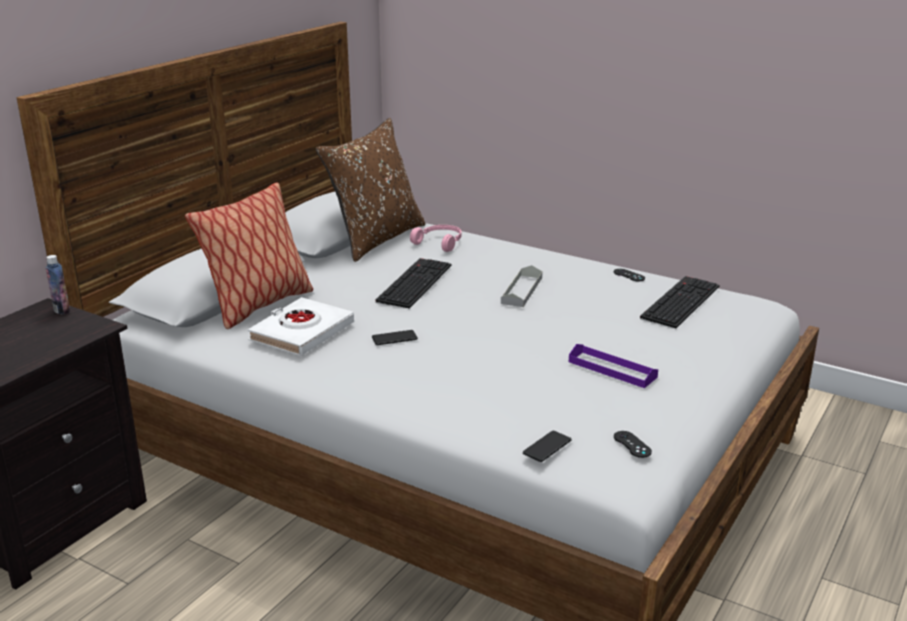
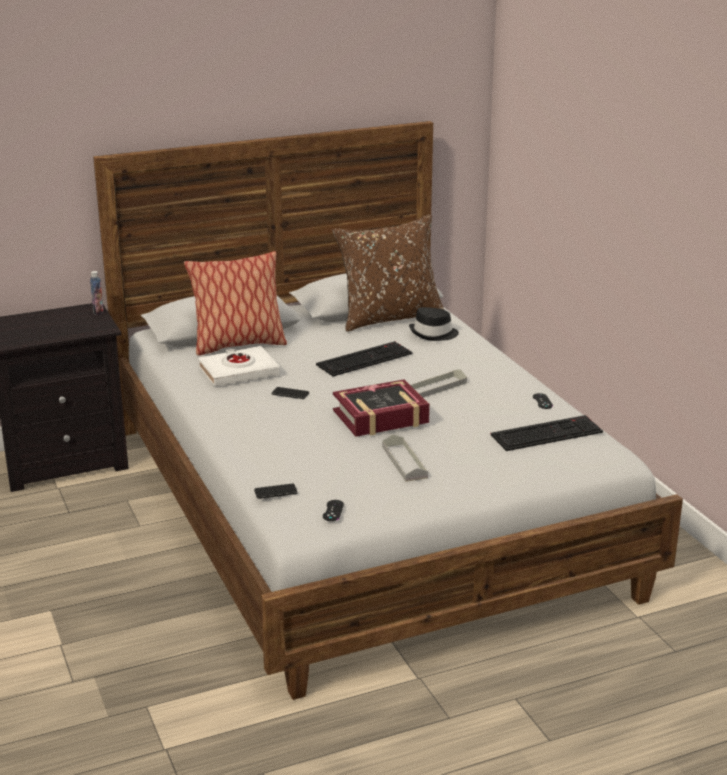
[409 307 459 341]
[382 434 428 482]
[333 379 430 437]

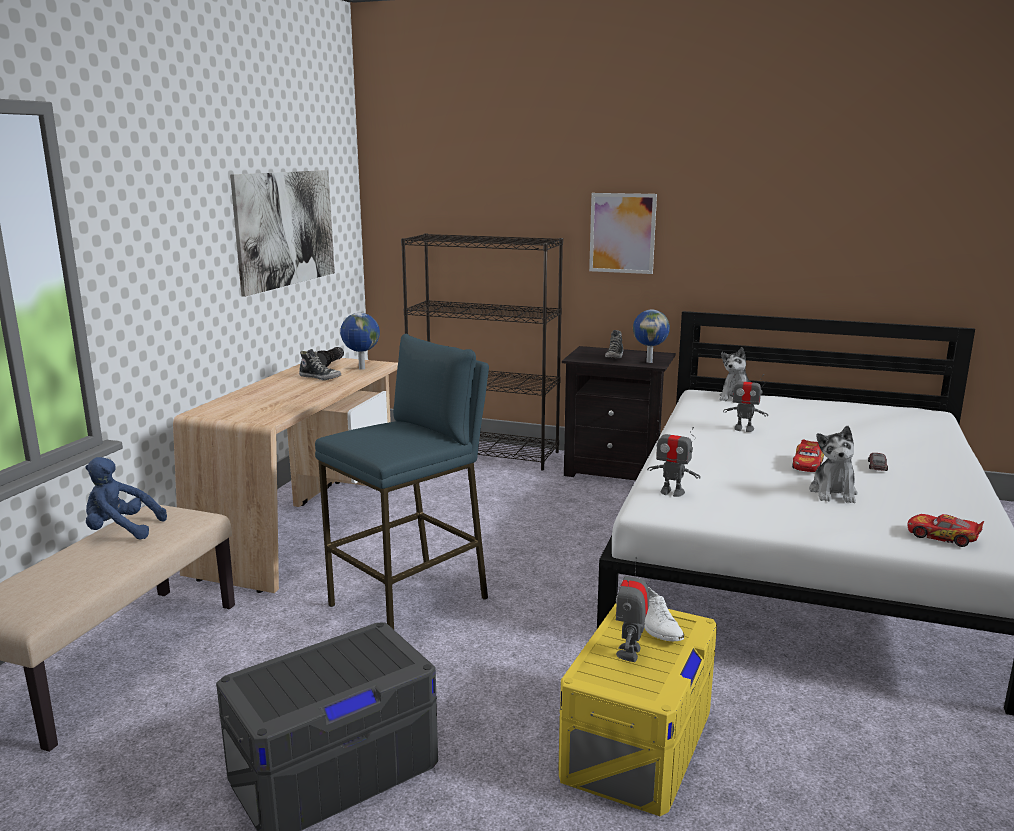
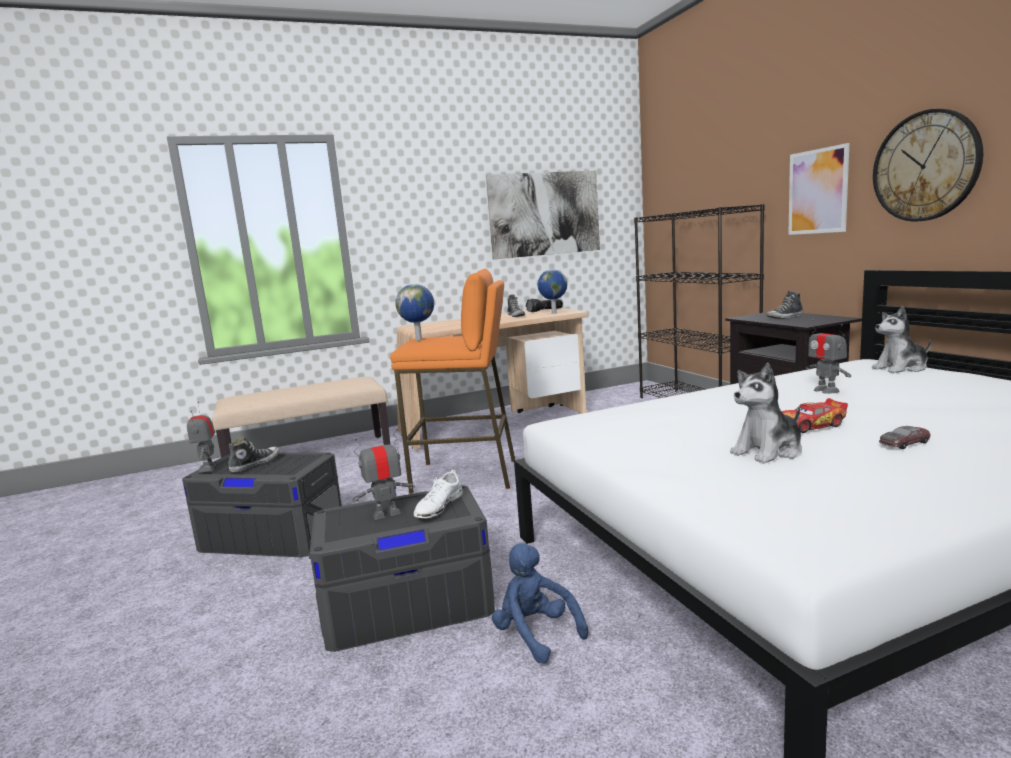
[492 543 588 664]
[390 269 515 494]
[309 485 495 652]
[395 284 434 341]
[187 402 216 472]
[908 514 984 547] (first image)
[229 436 279 472]
[873 109 983 221]

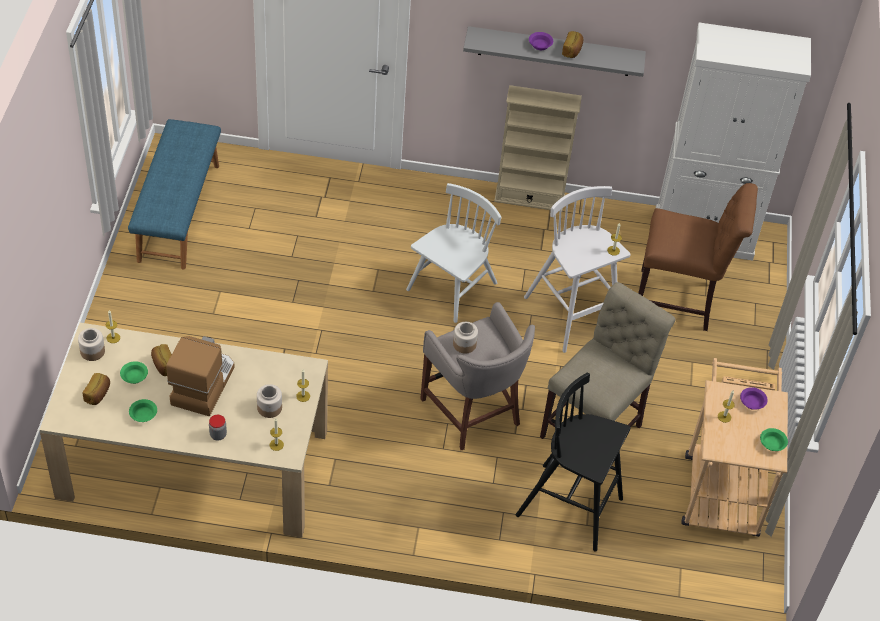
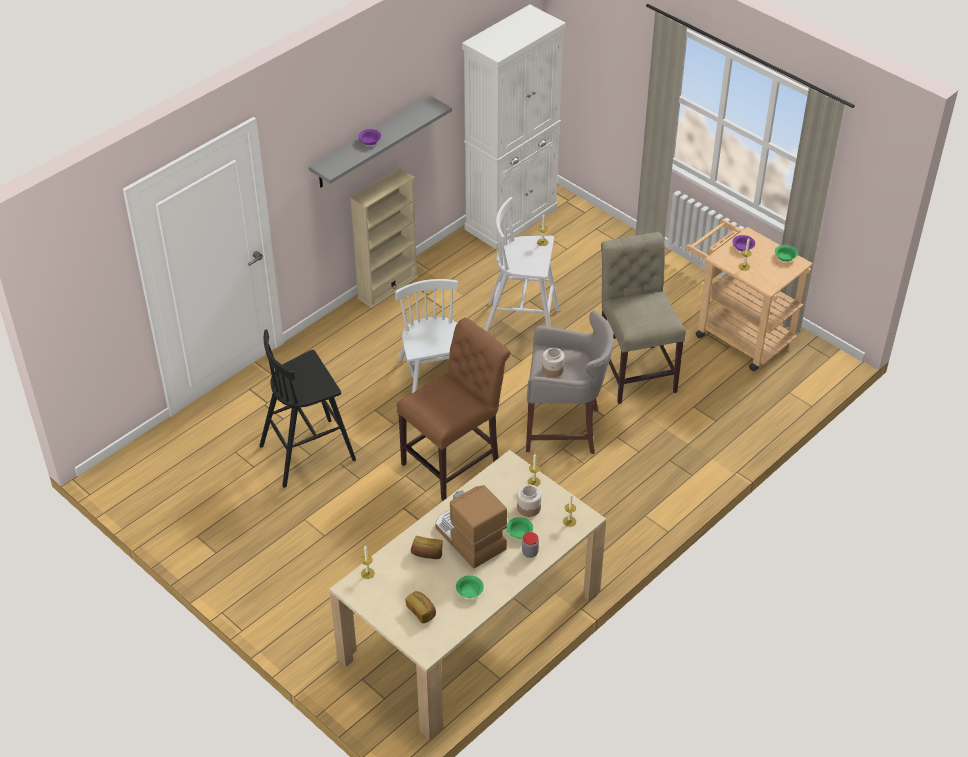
[78 328 105 361] (first image)
[506 517 533 539]
[128 119 221 270] (first image)
[259 329 356 488]
[562 31 583 58] (first image)
[397 318 510 501]

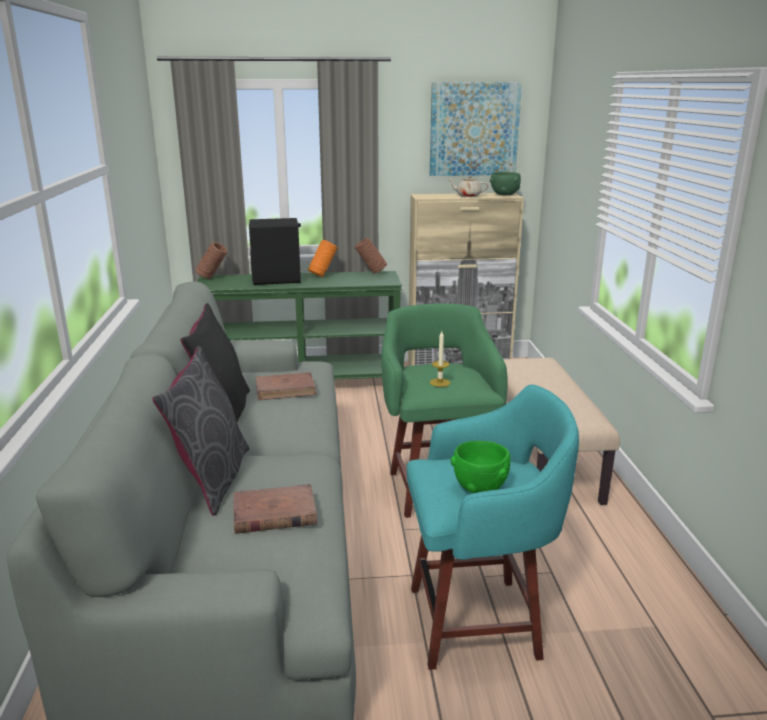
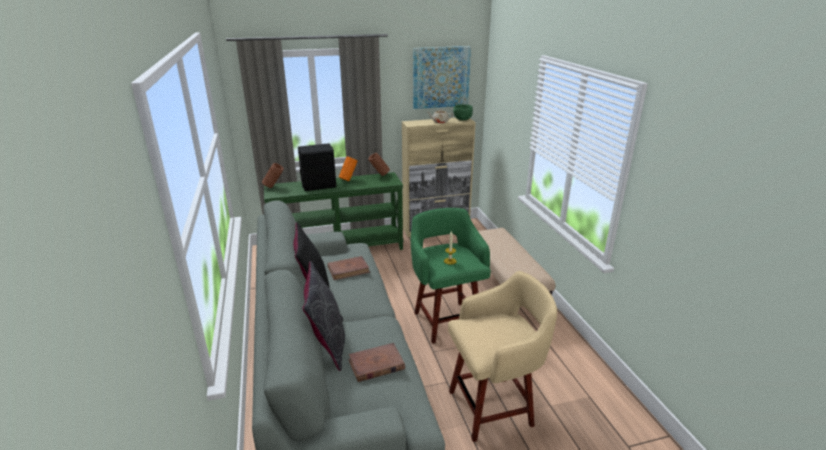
[448 271 557 442]
[451 441 511 493] (first image)

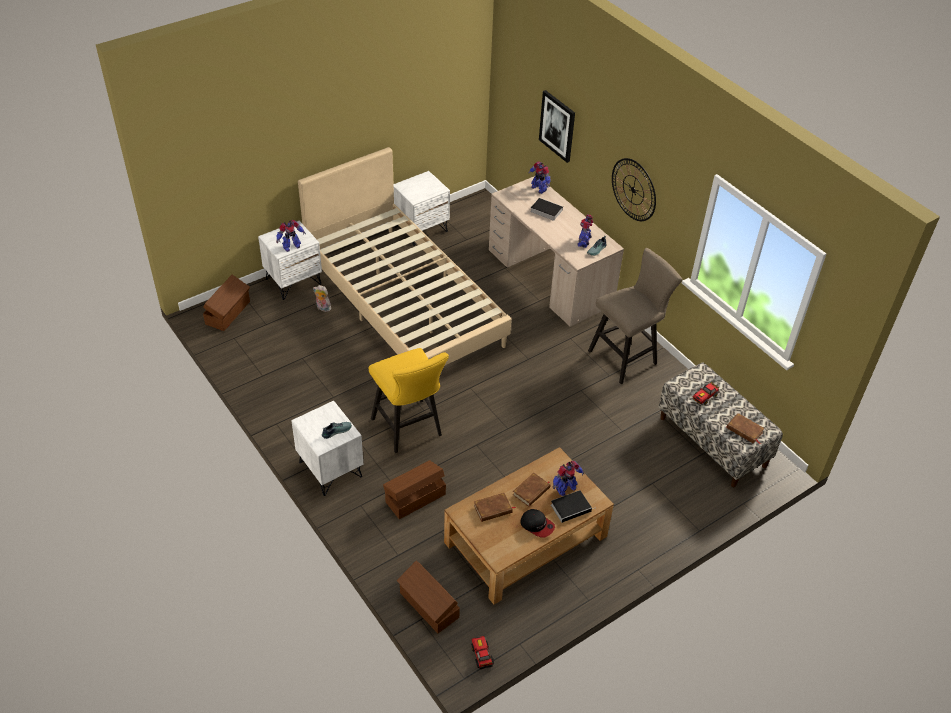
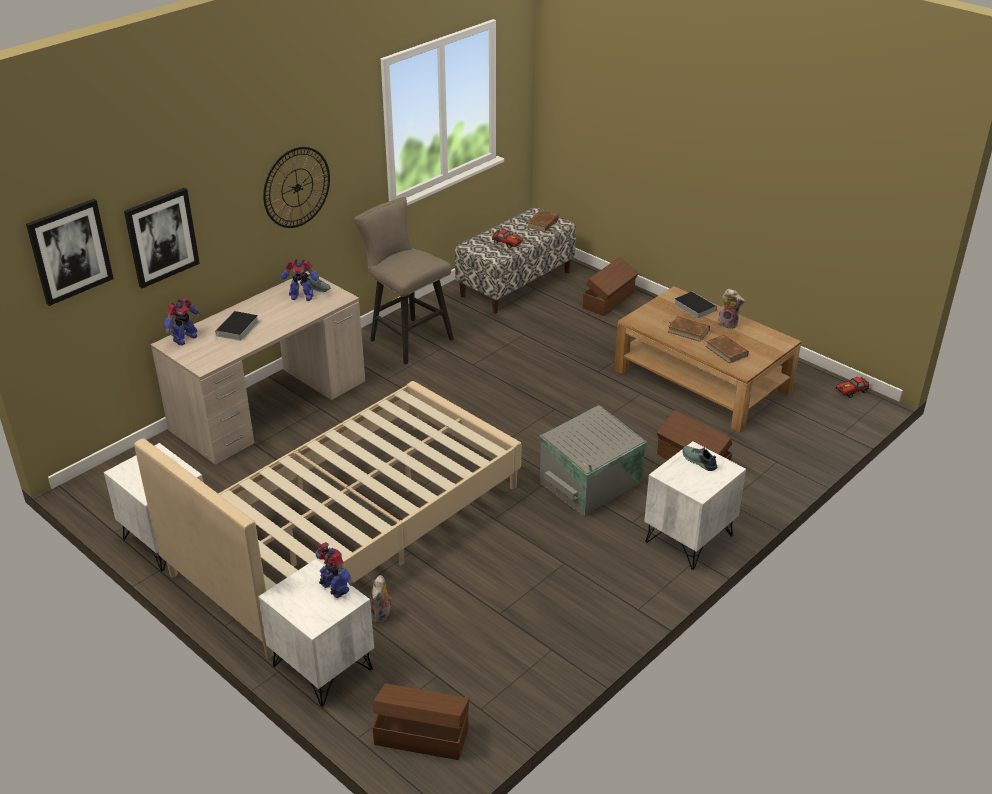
[539 405 647 517]
[583 257 639 316]
[717 289 745 329]
[553 461 584 496] (first image)
[26 199 114 306]

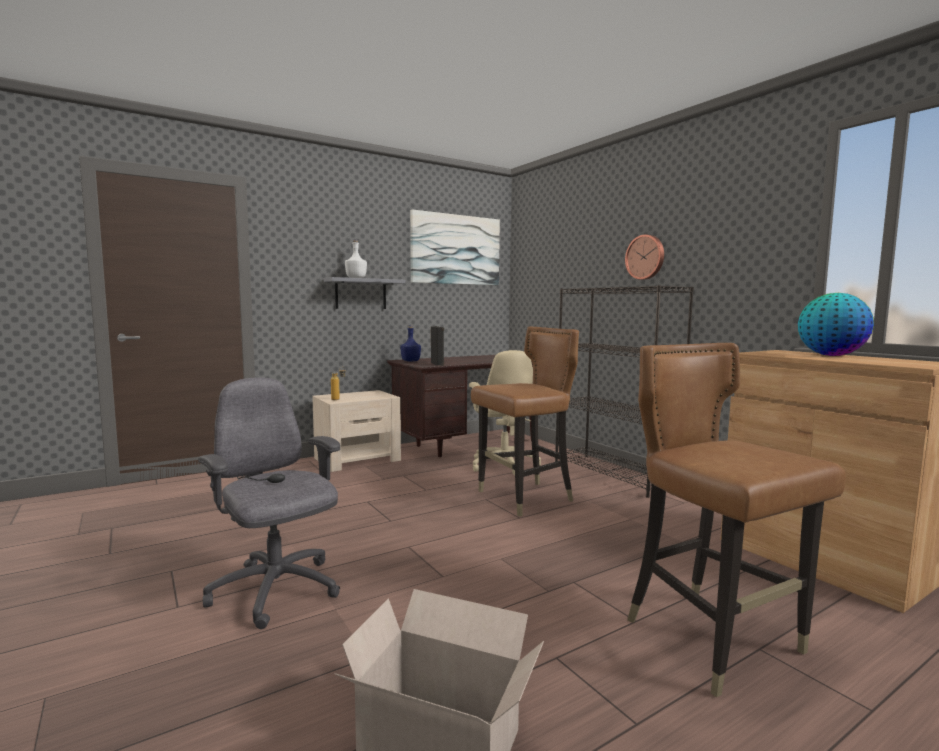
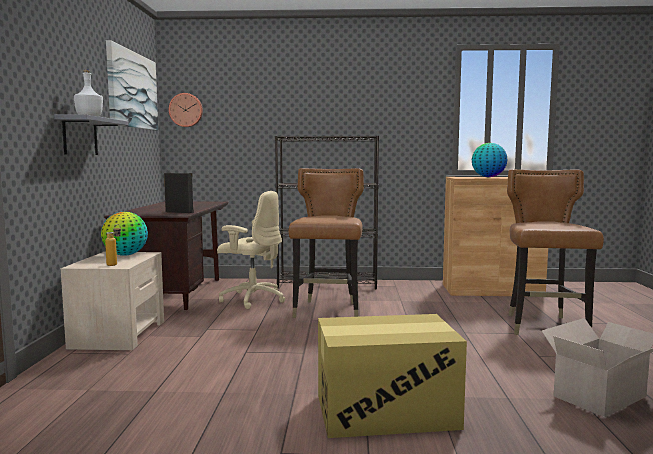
[318 314 467 438]
[400 325 421 361] (first image)
[169 93 203 127]
[507 169 604 335]
[101 212 148 256]

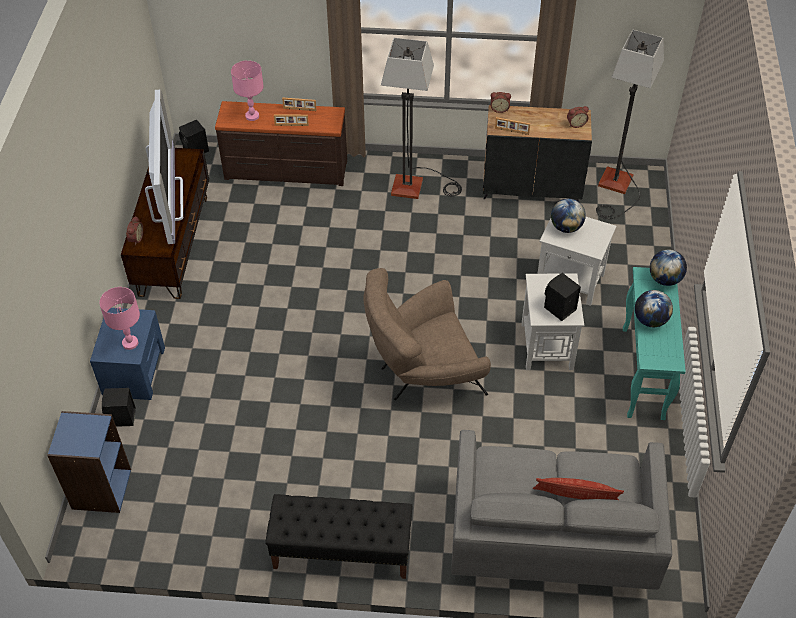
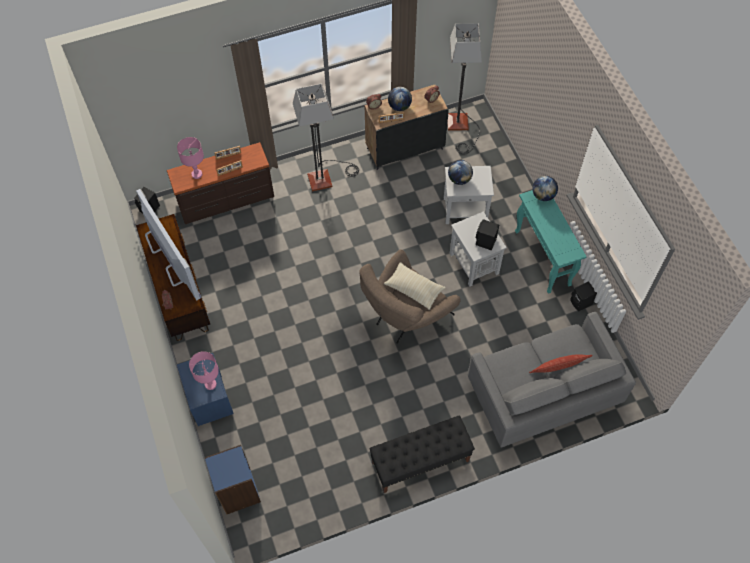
[570 281 597 311]
[388 87 412 111]
[384 262 446 310]

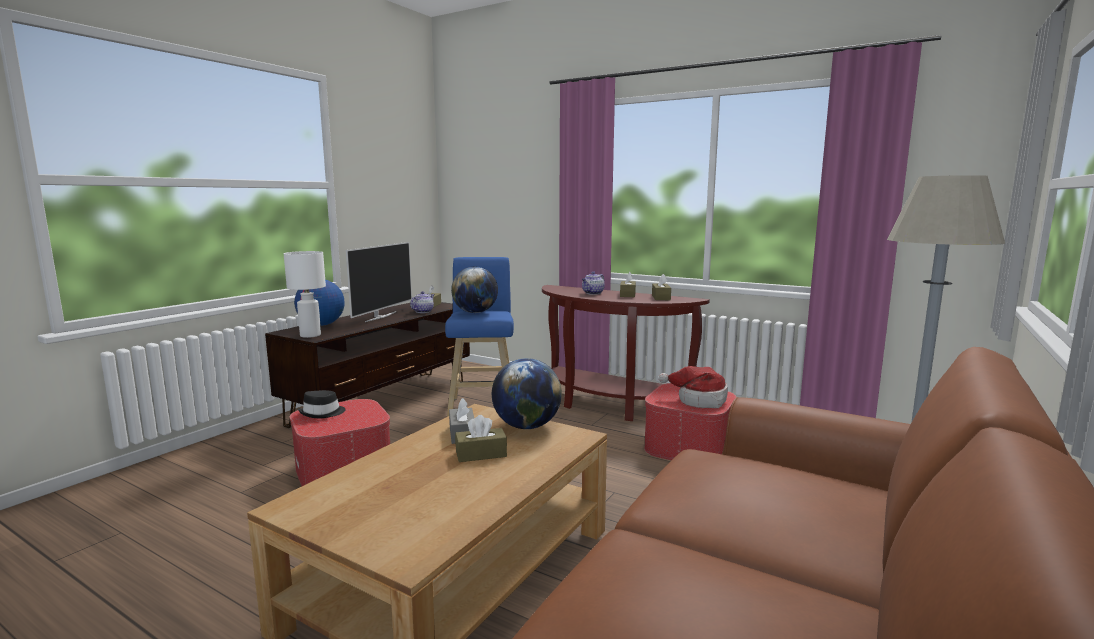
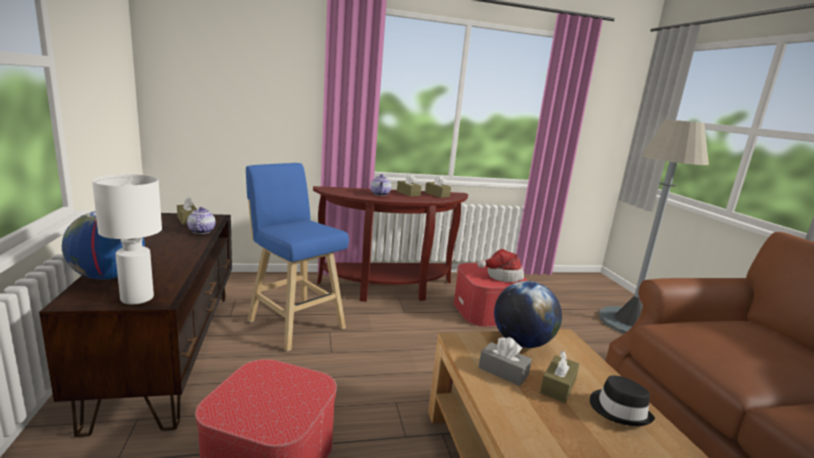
[590 376 655 426]
[346 242 412 322] (first image)
[451 267 498 313] (first image)

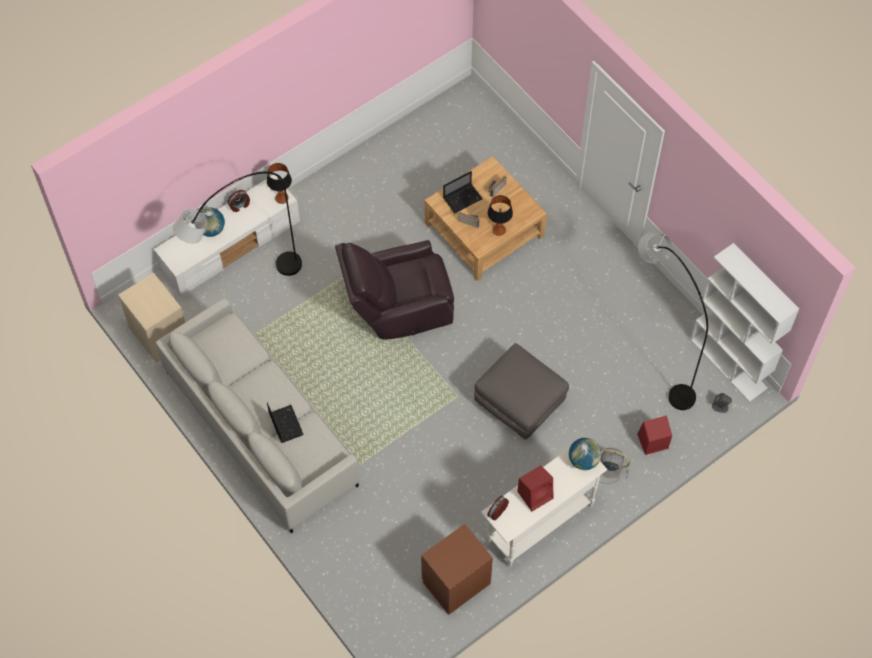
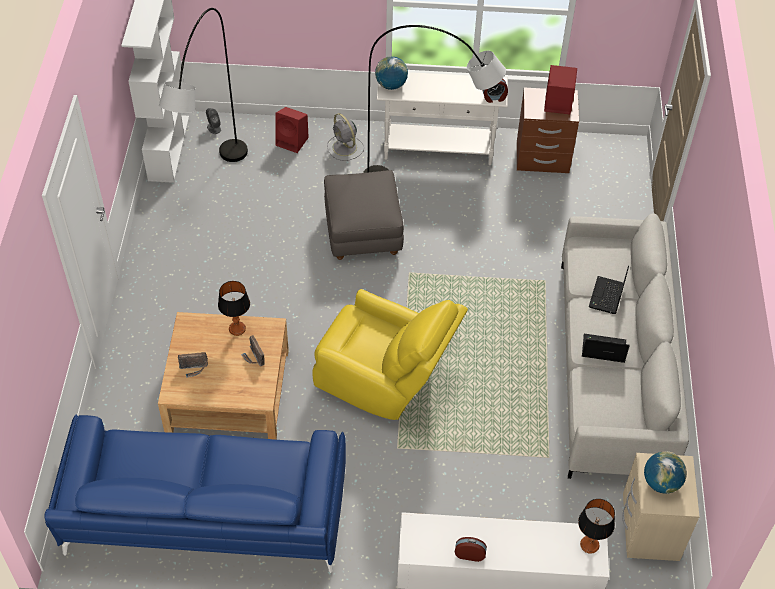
[363 25 506 173]
[644 451 687 494]
[578 499 615 554]
[312 289 468 420]
[582 334 630 363]
[544 65 577 114]
[44 414 346 573]

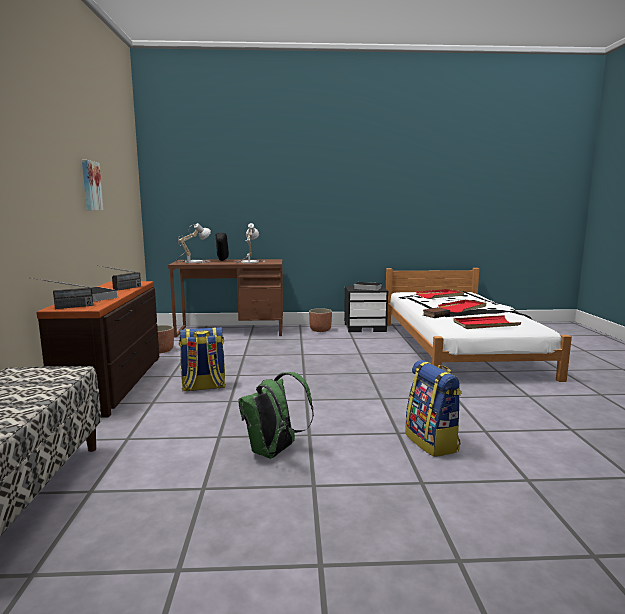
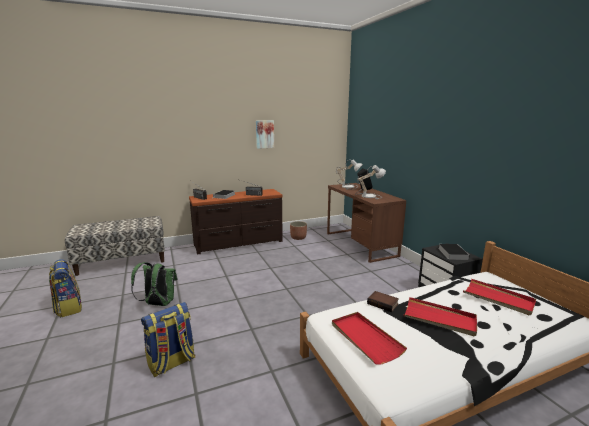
[49 259 82 317]
[309 308 332 332] (first image)

